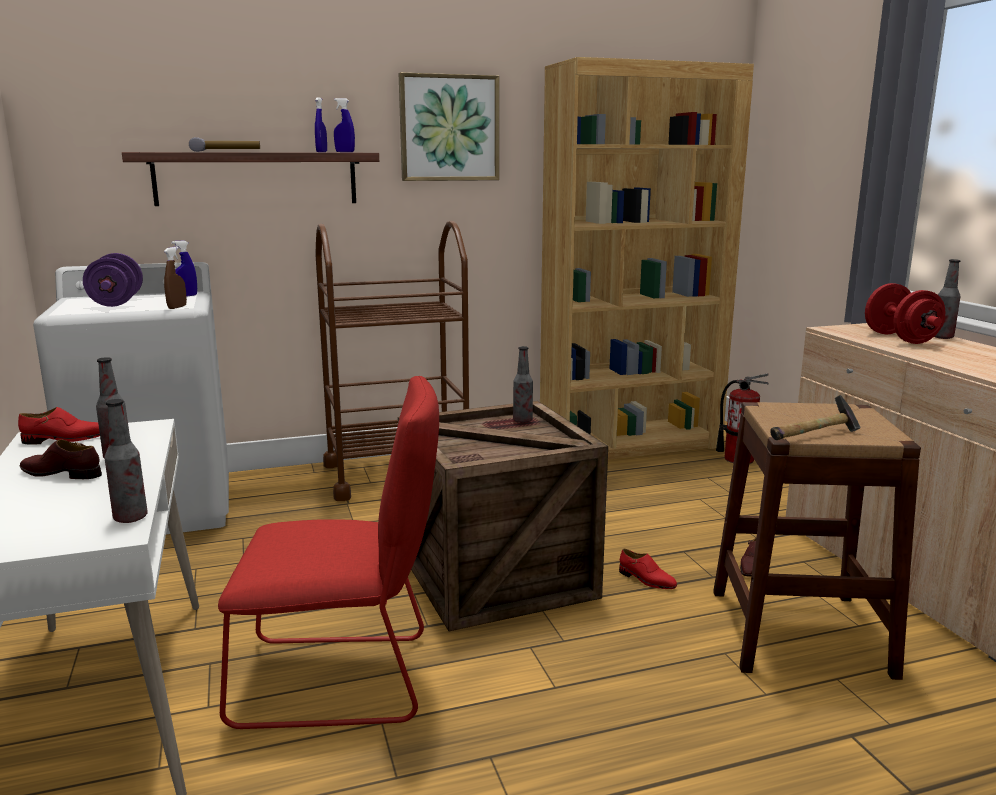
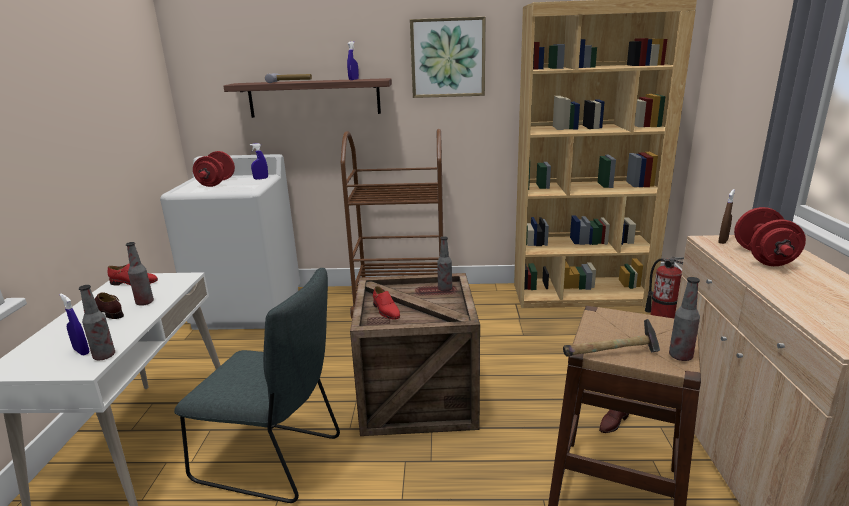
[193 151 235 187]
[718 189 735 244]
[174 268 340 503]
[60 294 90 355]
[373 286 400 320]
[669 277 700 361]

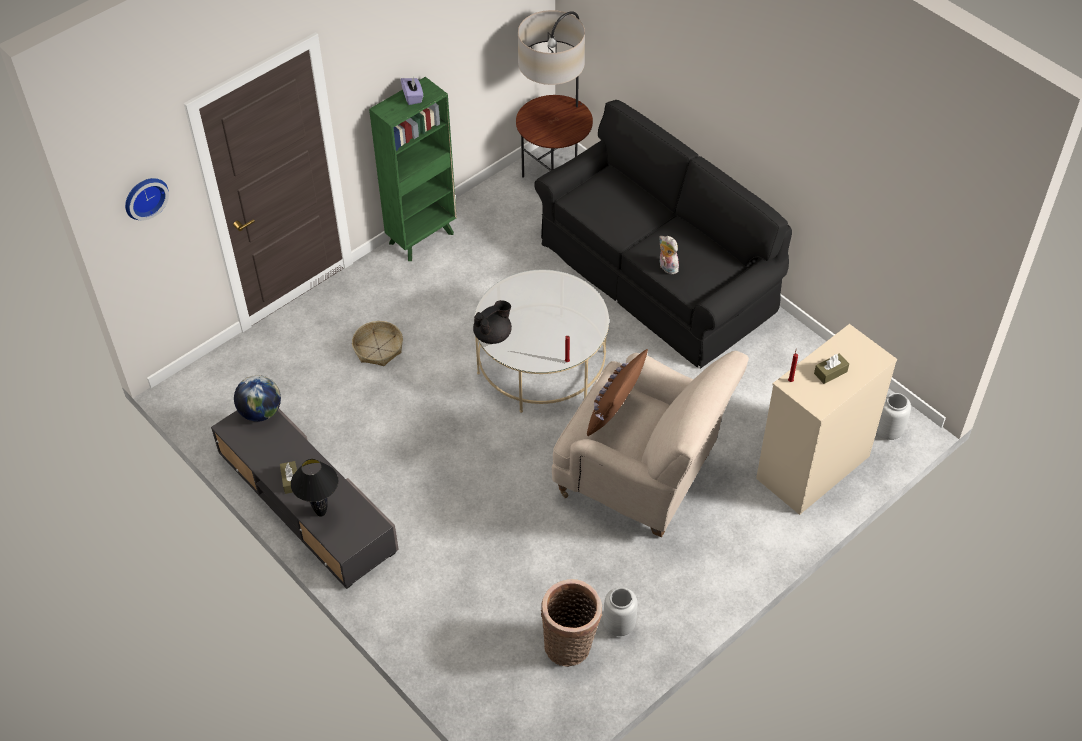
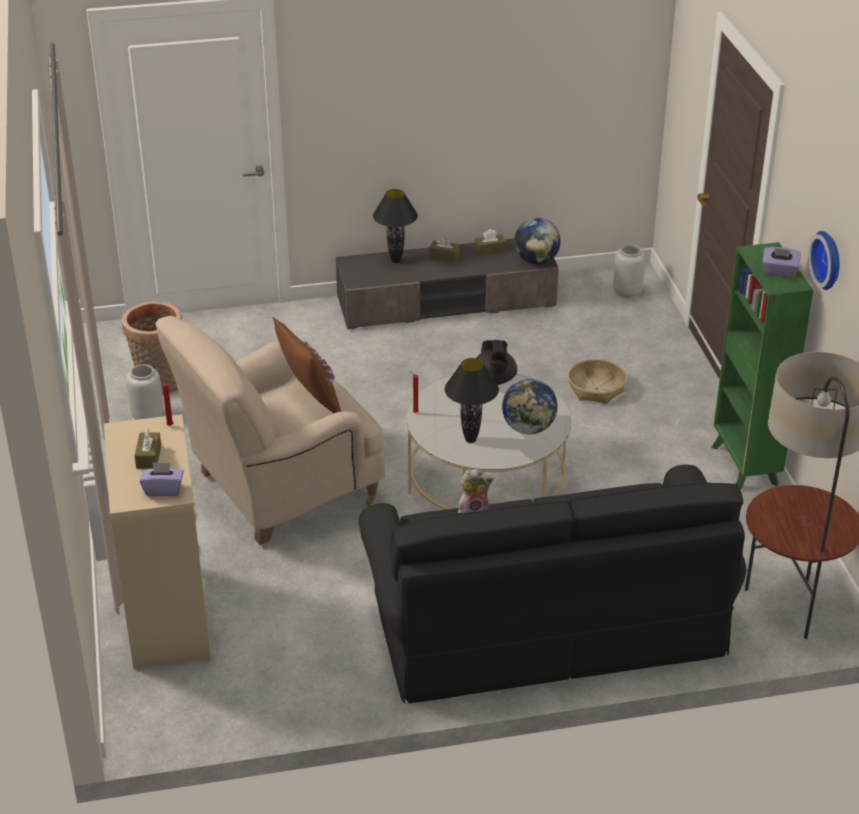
[808 231 839 290]
[613 244 645 298]
[140 462 184 496]
[445 358 499 443]
[475 229 506 256]
[502 379 558 434]

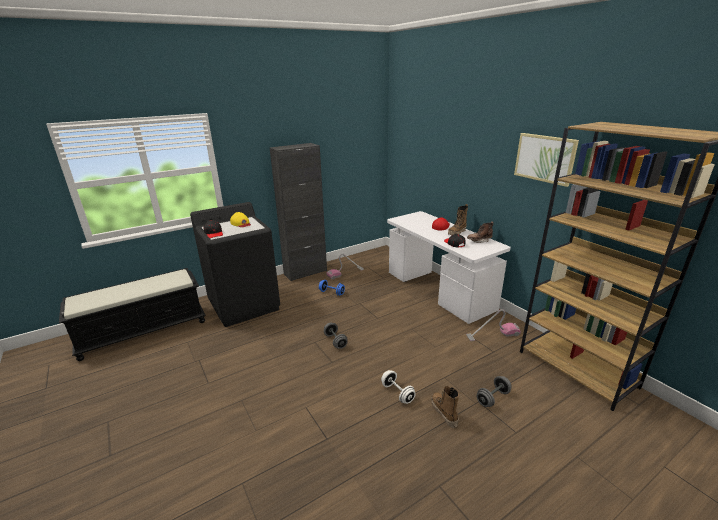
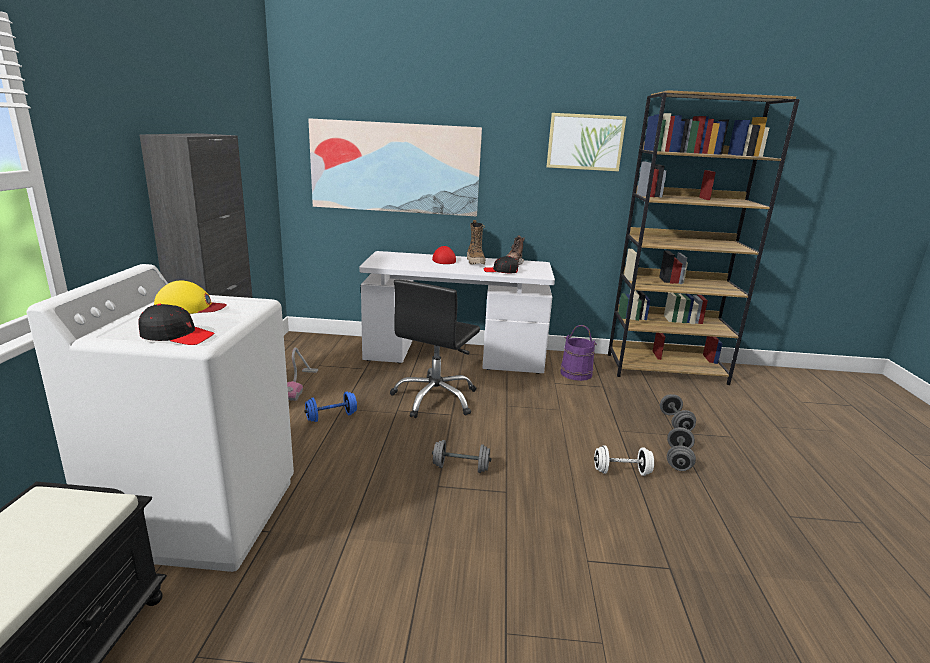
[27 264 294 572]
[667 427 696 471]
[560 325 597 381]
[308 118 482 217]
[390 279 480 418]

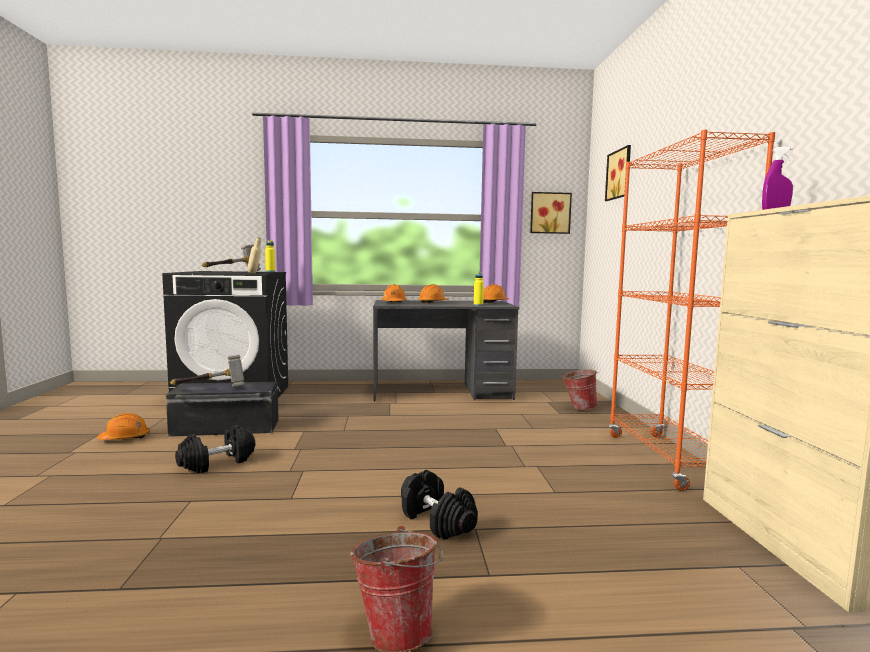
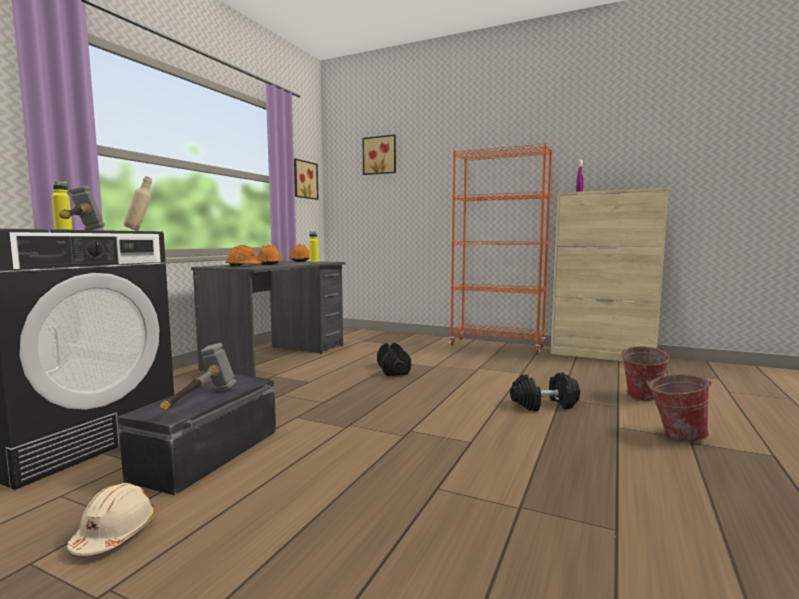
[67 483 155 556]
[377 343 411 376]
[618 346 670 401]

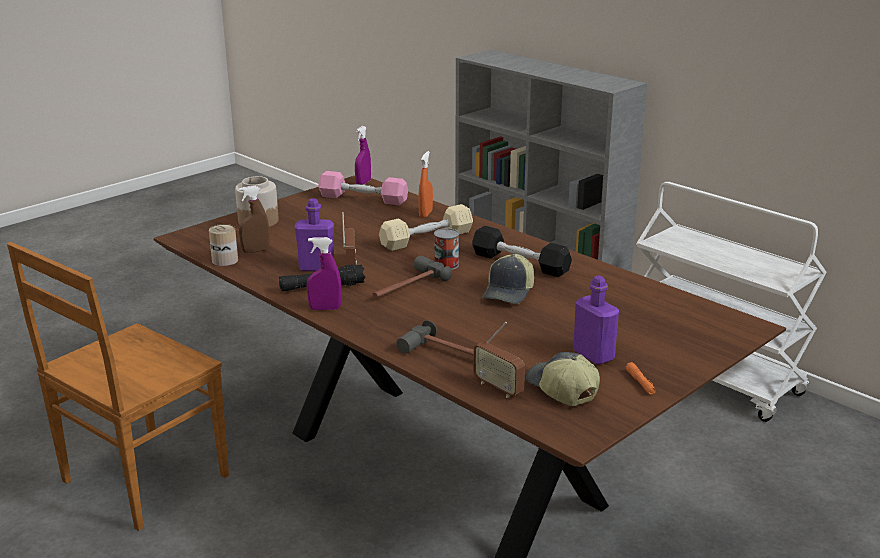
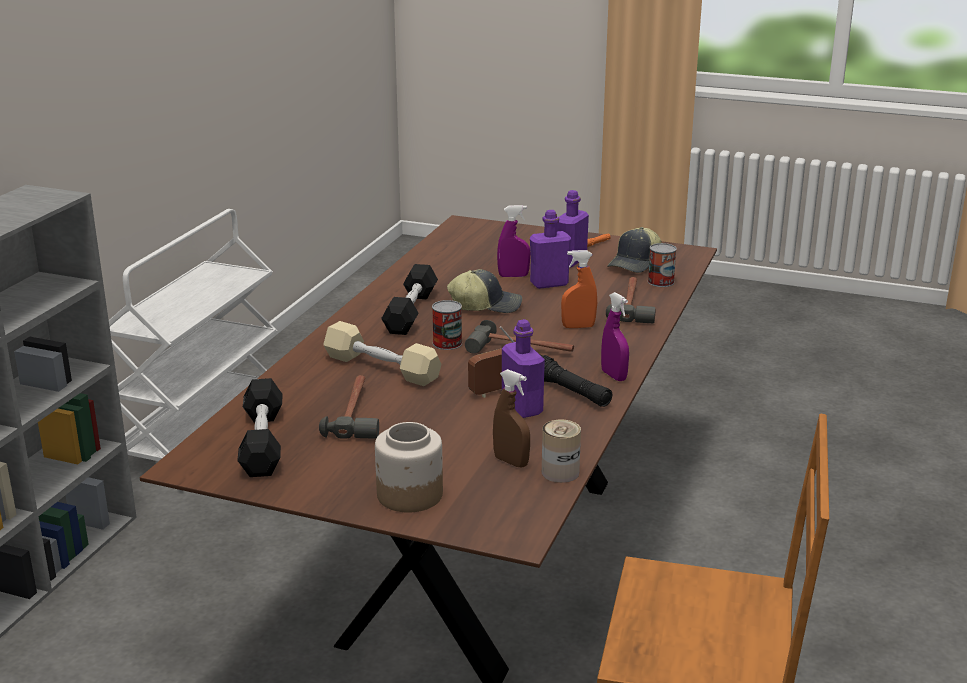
[237 378 283 477]
[497 205 531 277]
[561 250 597 328]
[648 243 677 287]
[319 375 379 439]
[530 210 571 289]

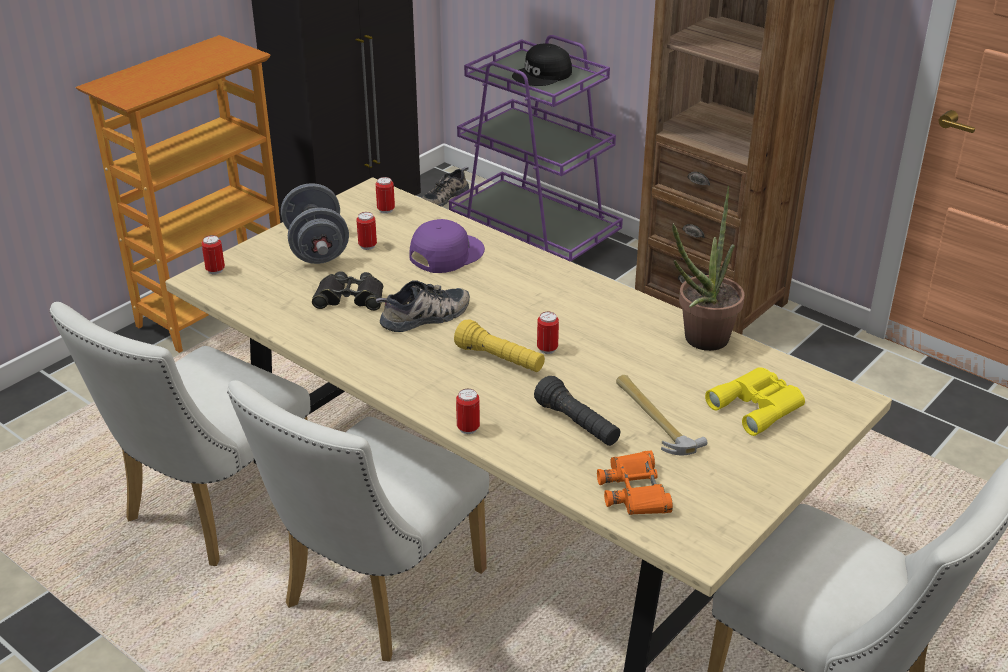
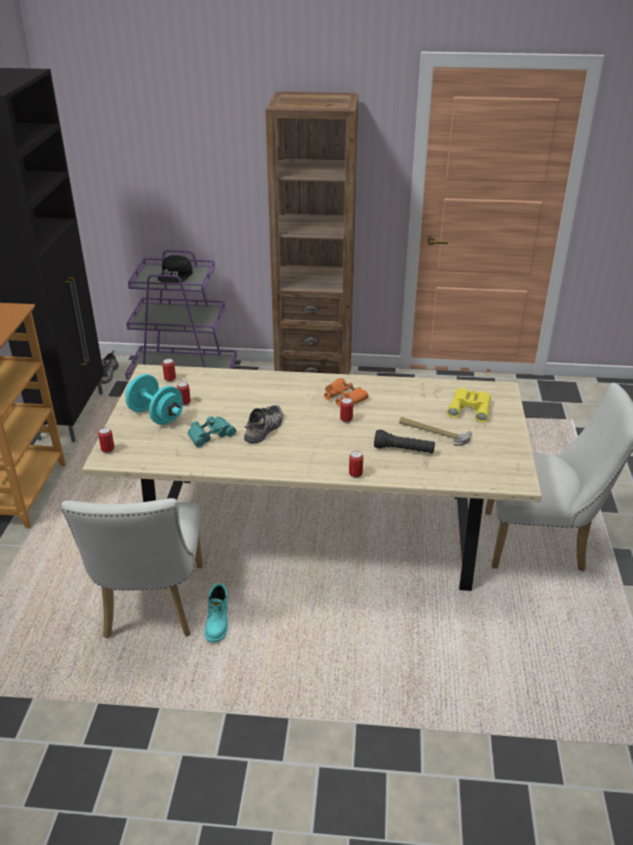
[227 380 489 662] (first image)
[125 374 183 425]
[188 416 236 448]
[409 219 485 273] (first image)
[454 319 545 372] (first image)
[324 378 368 407]
[672 186 745 351] (first image)
[204 583 228 643]

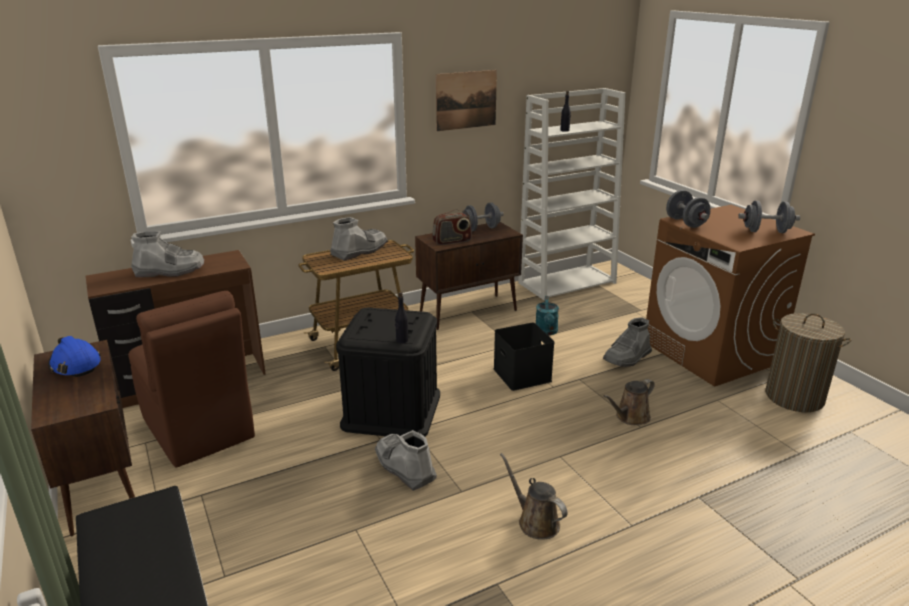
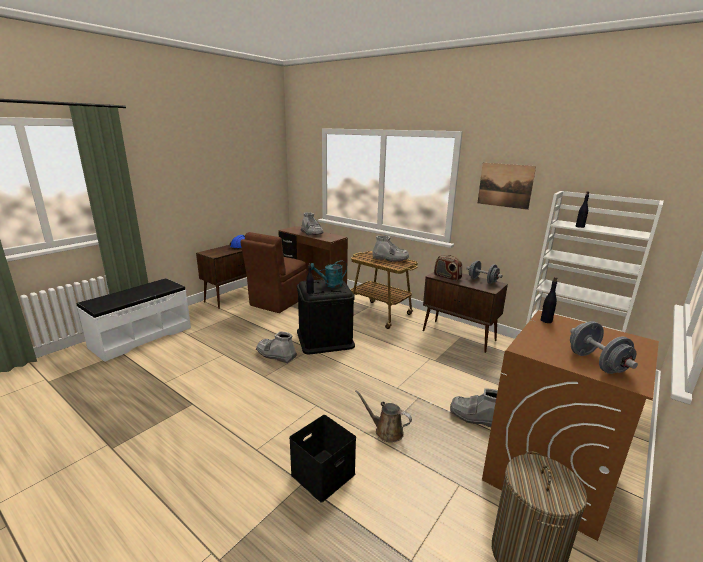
[256 331 297 363]
[289 415 356 502]
[500 453 567 540] (first image)
[311 260 347 288]
[541 277 557 323]

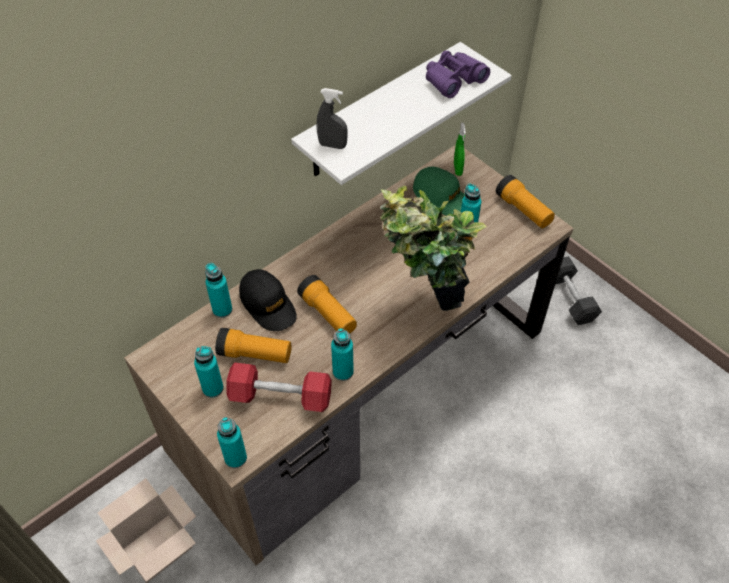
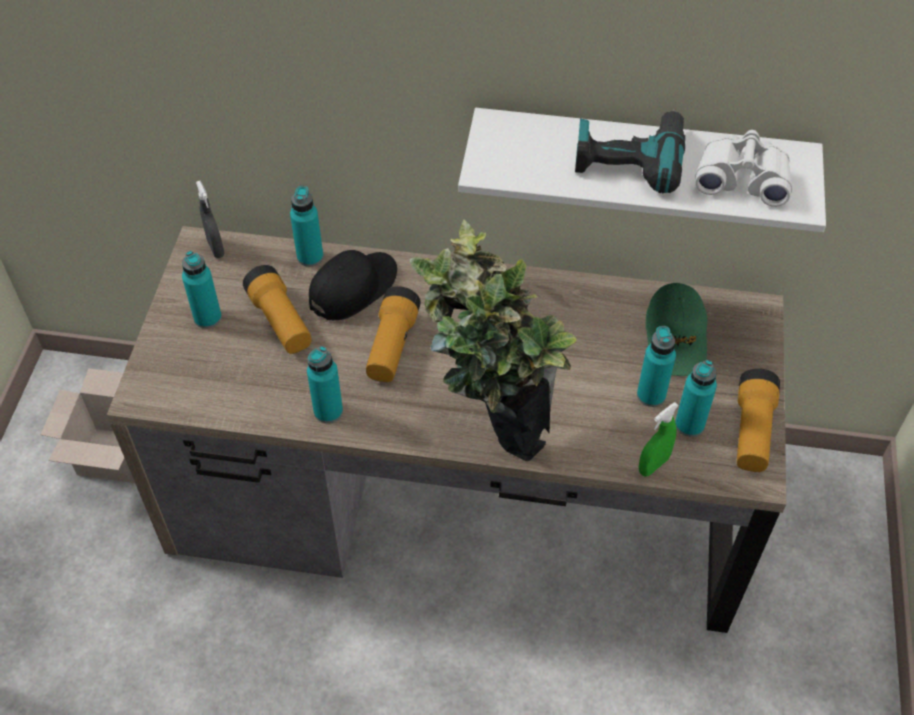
[675 360 717 437]
[226 362 332 412] (first image)
[309 250 397 320]
[196 180 225 258]
[695 130 792 207]
[639 402 679 476]
[556 256 602 325] (first image)
[575 109 685 194]

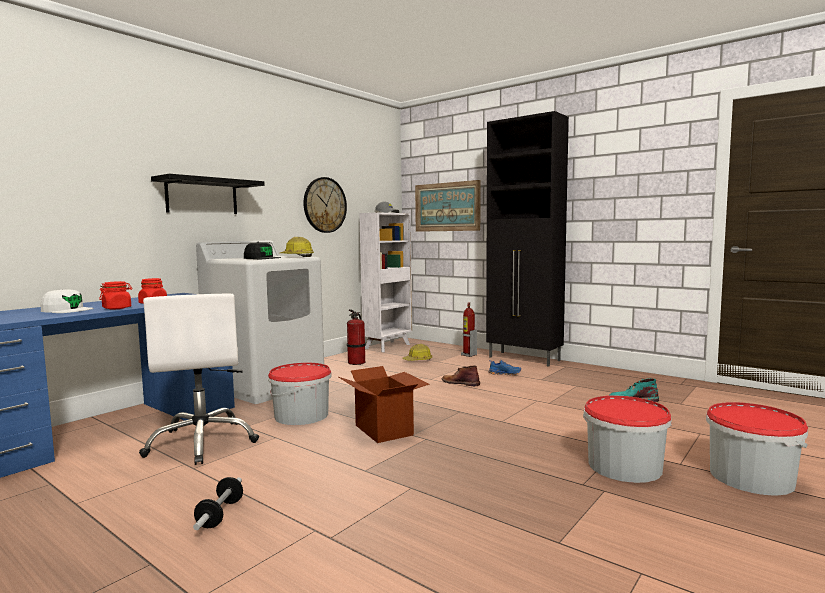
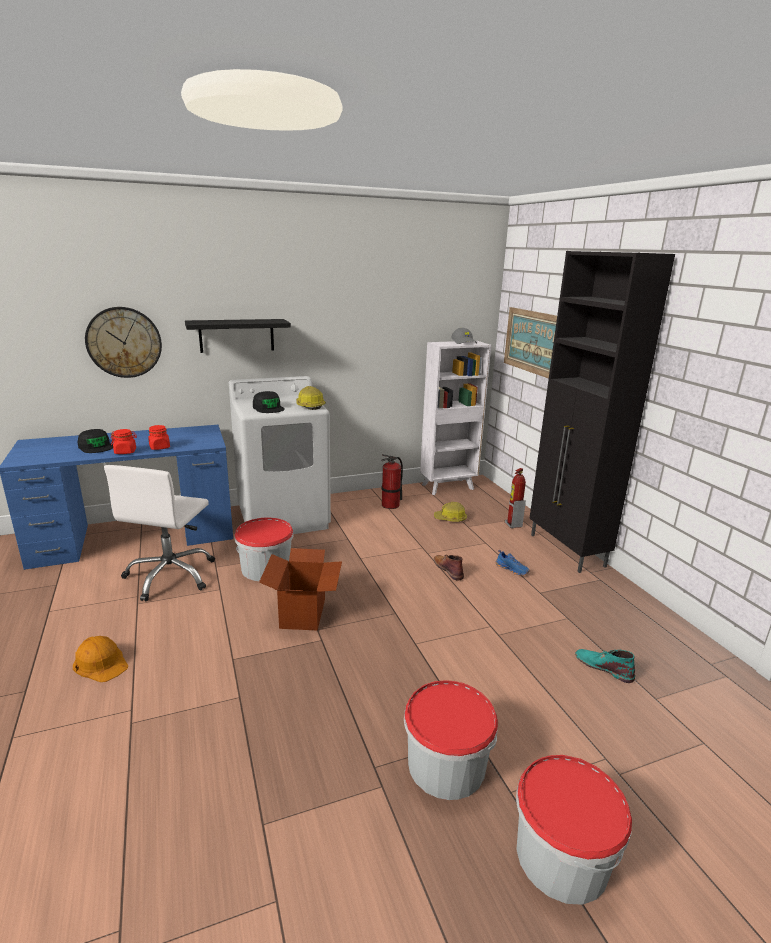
[77 429 113 453]
[73 636 128 682]
[85 307 162 378]

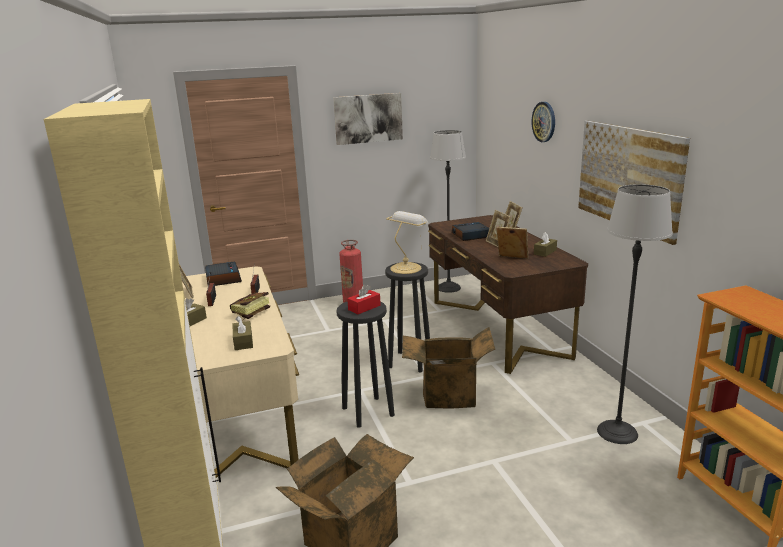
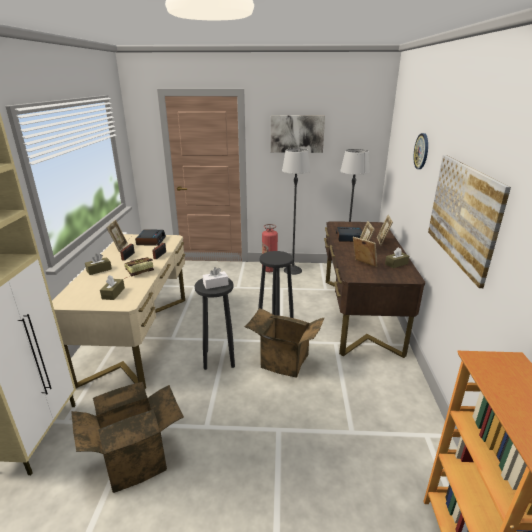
[203 267 229 289]
[386 211 428 274] (first image)
[282 148 310 275]

